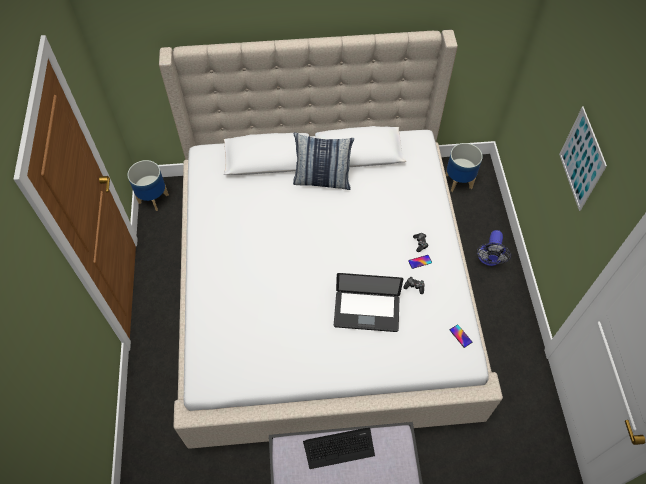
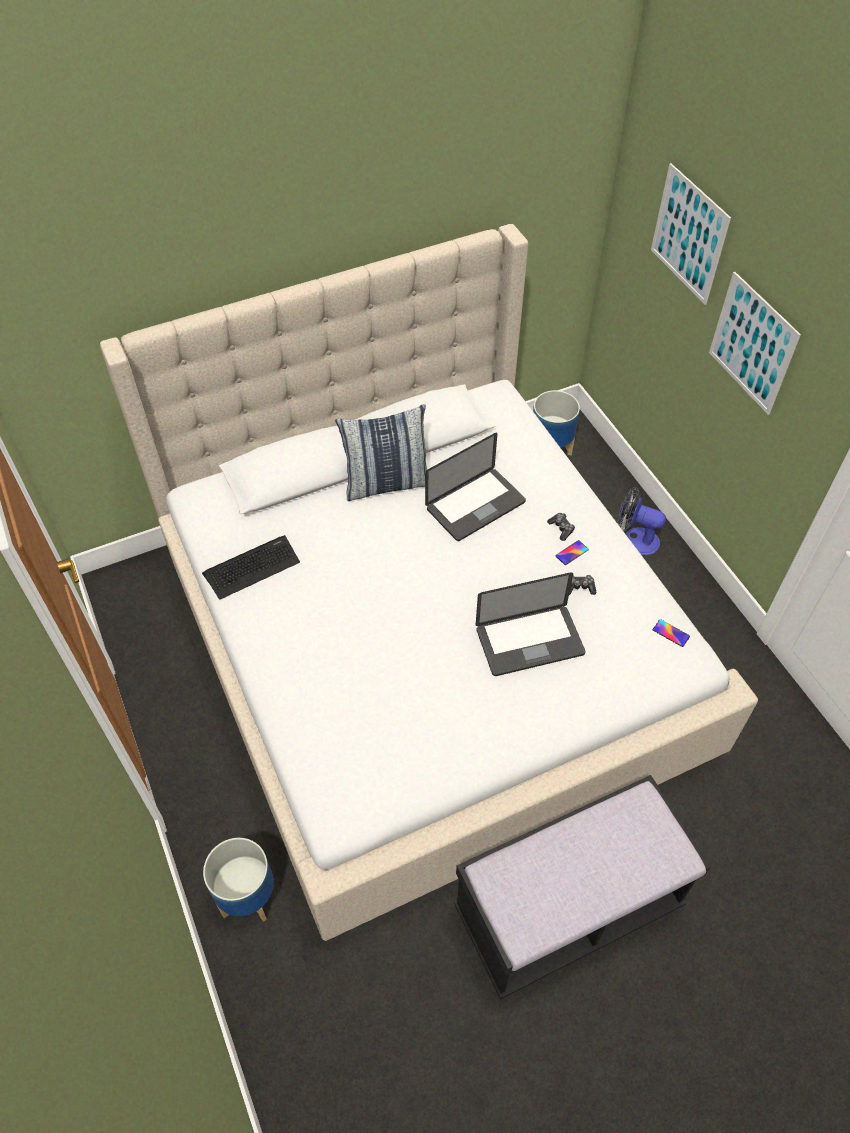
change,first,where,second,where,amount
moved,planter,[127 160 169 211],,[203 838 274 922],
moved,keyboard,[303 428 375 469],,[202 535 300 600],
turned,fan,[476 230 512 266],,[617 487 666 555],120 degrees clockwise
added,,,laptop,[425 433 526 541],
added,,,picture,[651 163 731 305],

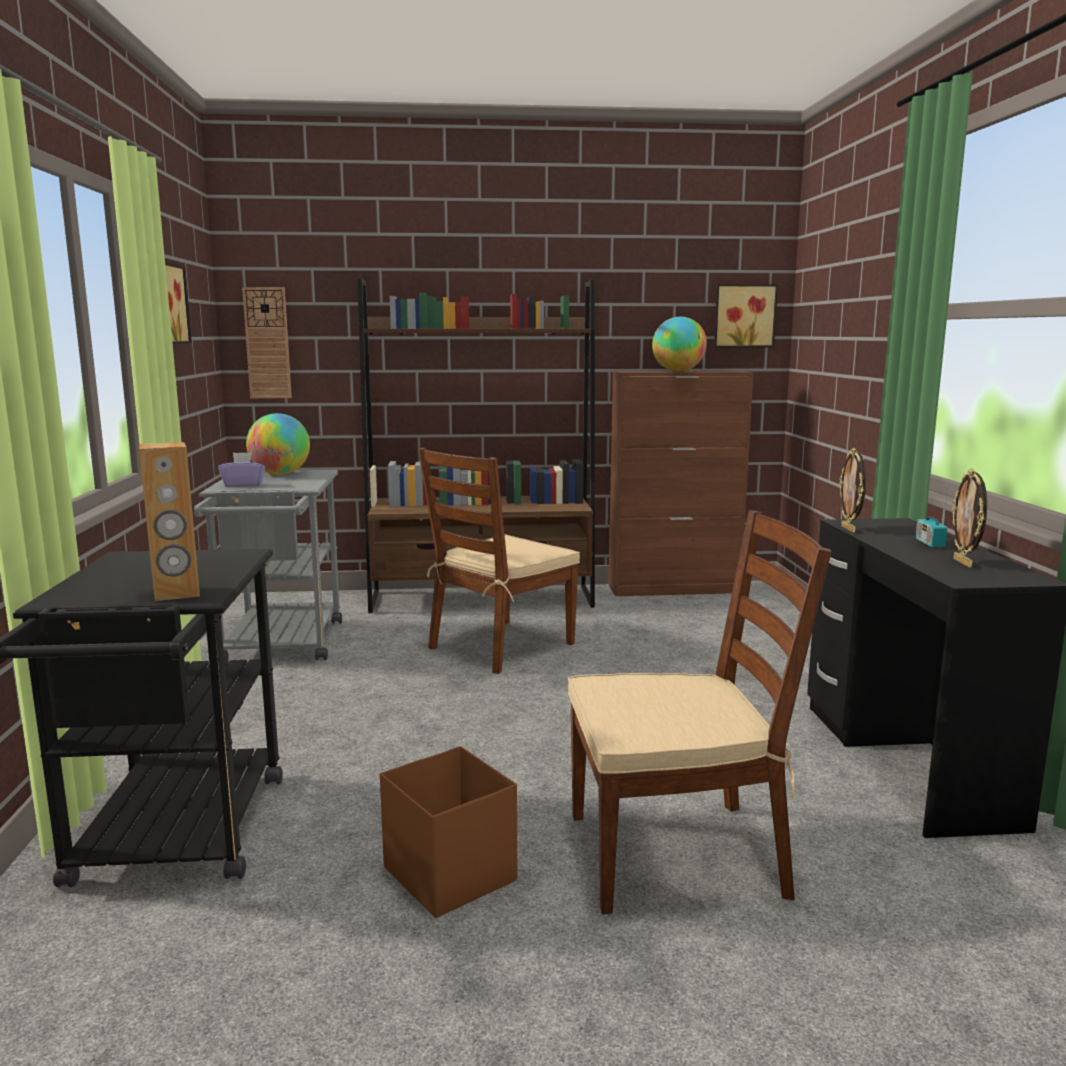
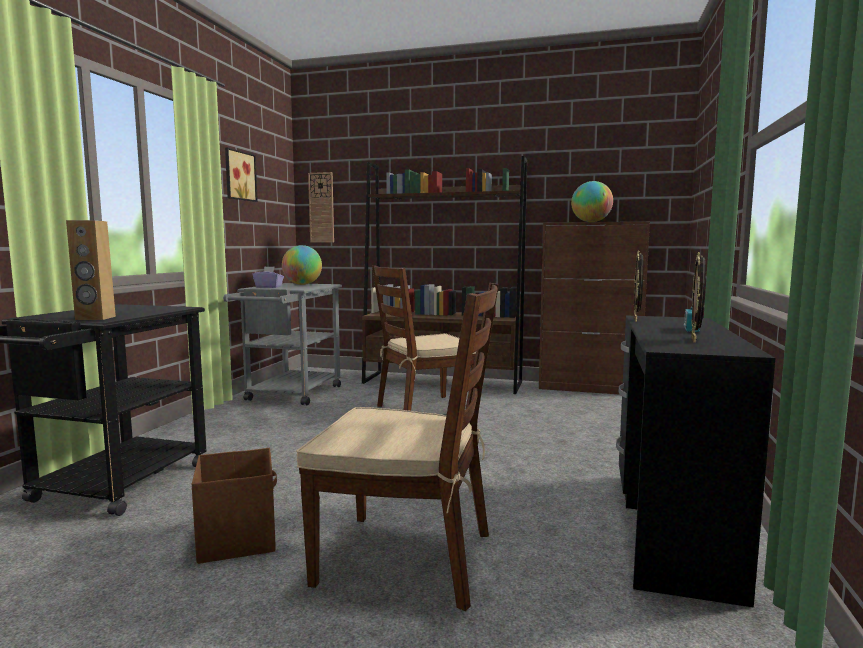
change,first,where,second,where,amount
removed,picture,[714 284 778 347],,,

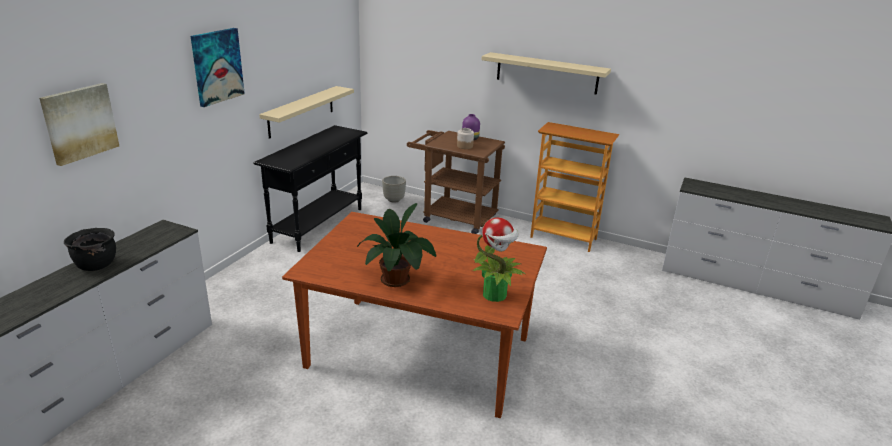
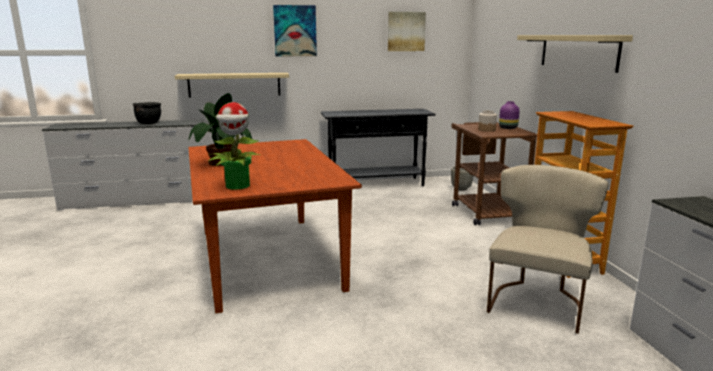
change,first,where,second,where,amount
moved,picture,[39 83 119 166],,[388 12 426 51],
moved,beige shelf,[259 86 354 139],,[175 73 289 98],
added,,,beige chair,[487 165 609 334],

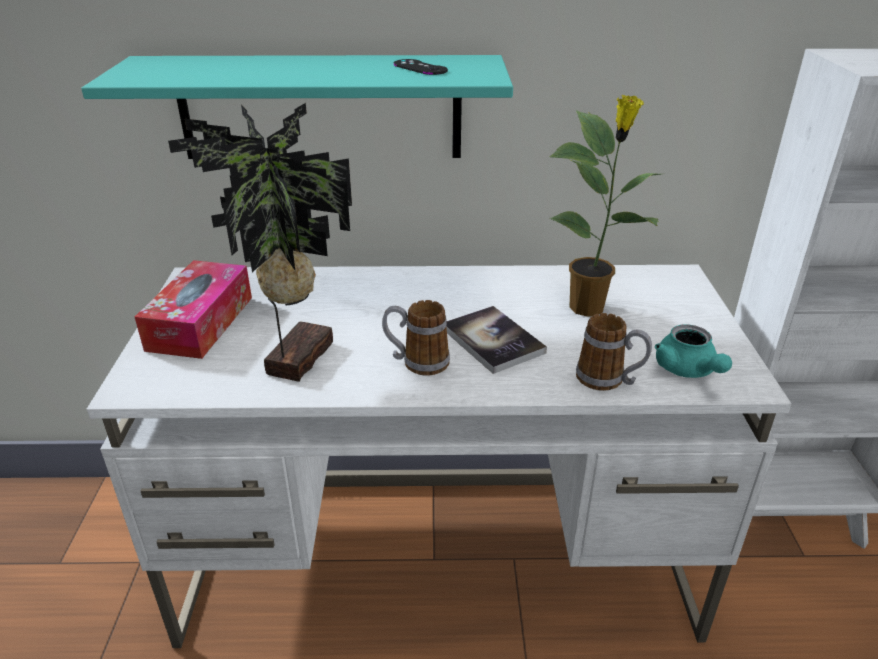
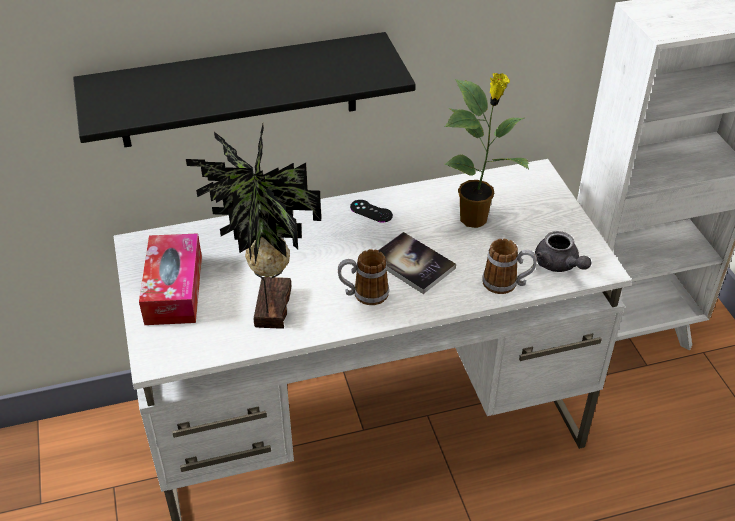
change,first,where,second,where,amount
recoloured,turquoise shelf,[81 55 513 159],black shelf,[73 32 416 147],
moved,black game controller,[394 59 448 75],,[350 200 393 223],
recoloured,turquoise teapot,[655 324 732 378],grey teapot,[535 231 591 272],

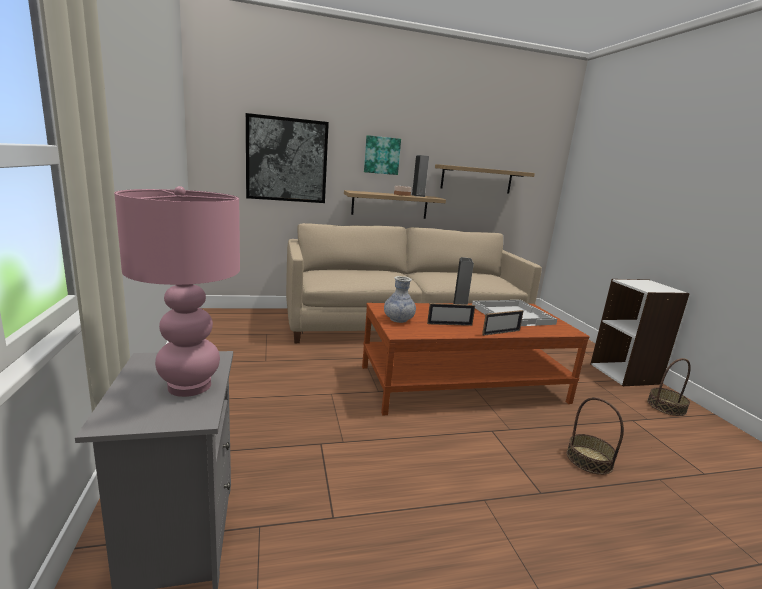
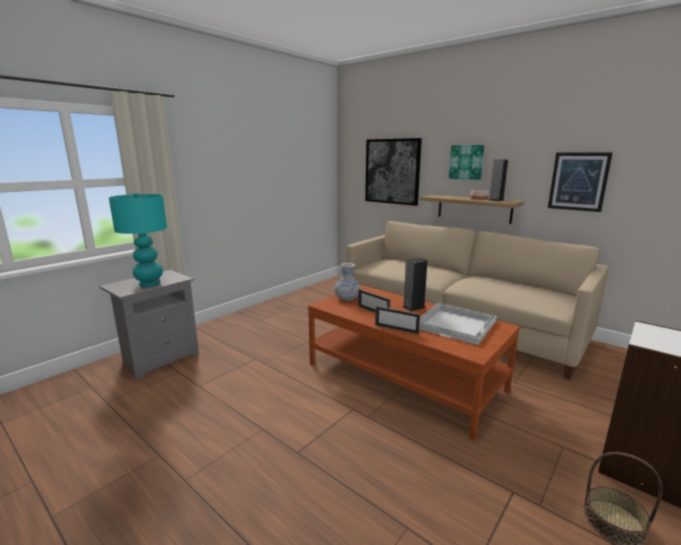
change,first,where,second,where,amount
recoloured,pink table lamp,[114 186 240 397],turquoise table lamp,[109 193 167 287],
replaced,shelf,[435 164 535 194],picture,[548 152 613 212],
removed,basket,[567 397 624 475],,,

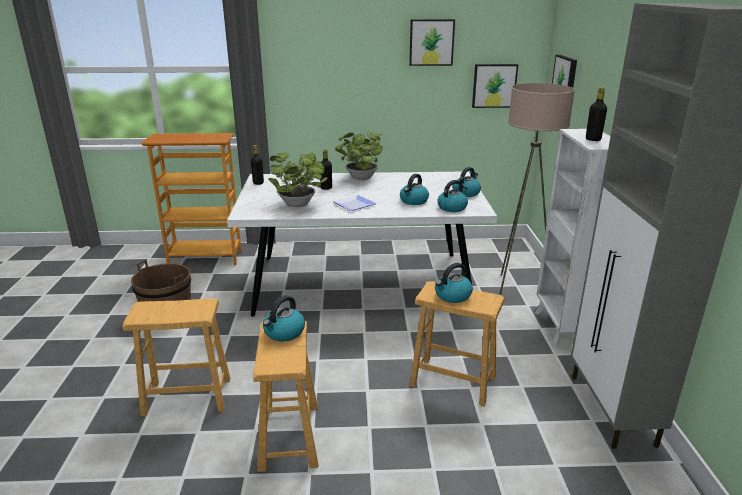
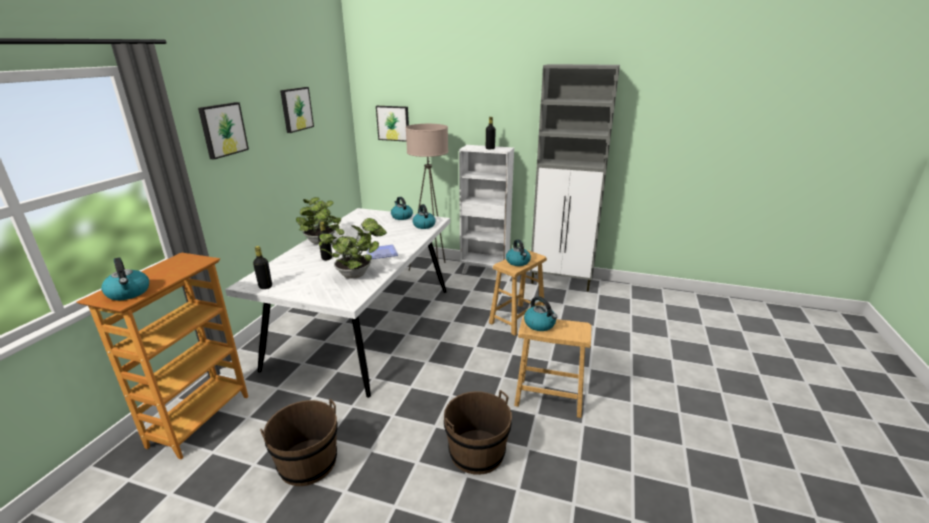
change,first,where,second,where,amount
replaced,brown stool,[123 298 230 417],brown bucket,[444 390 512 475],
moved,kettle,[400 174 429 205],,[101 257 149 300],
moved,picture,[472 64 518 108],,[198 102 249 159],

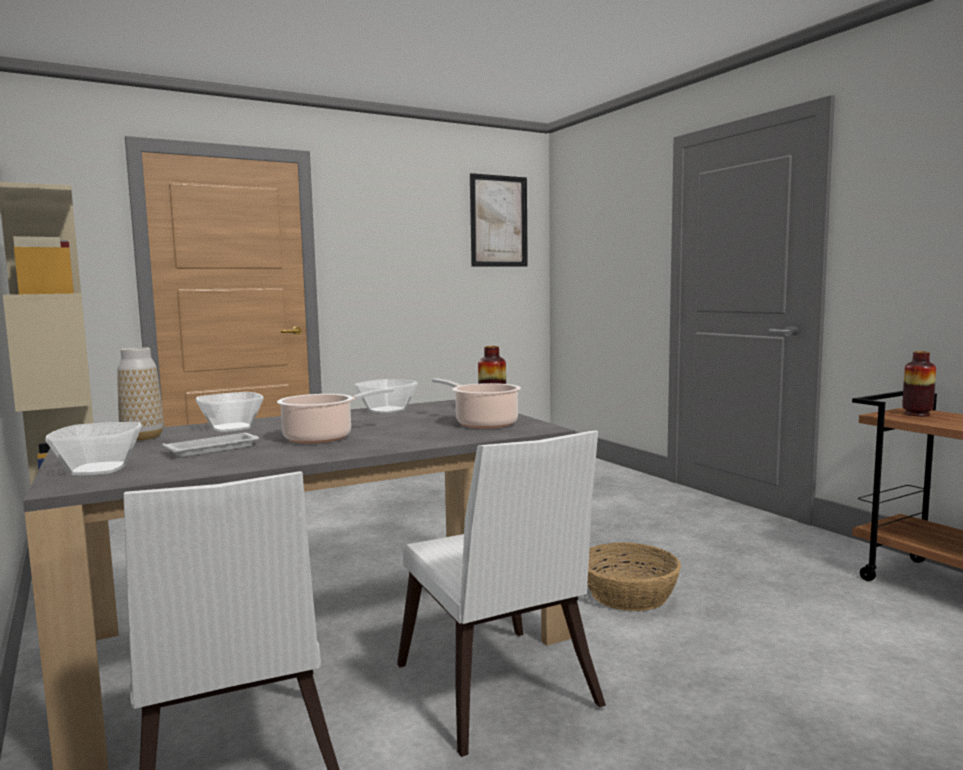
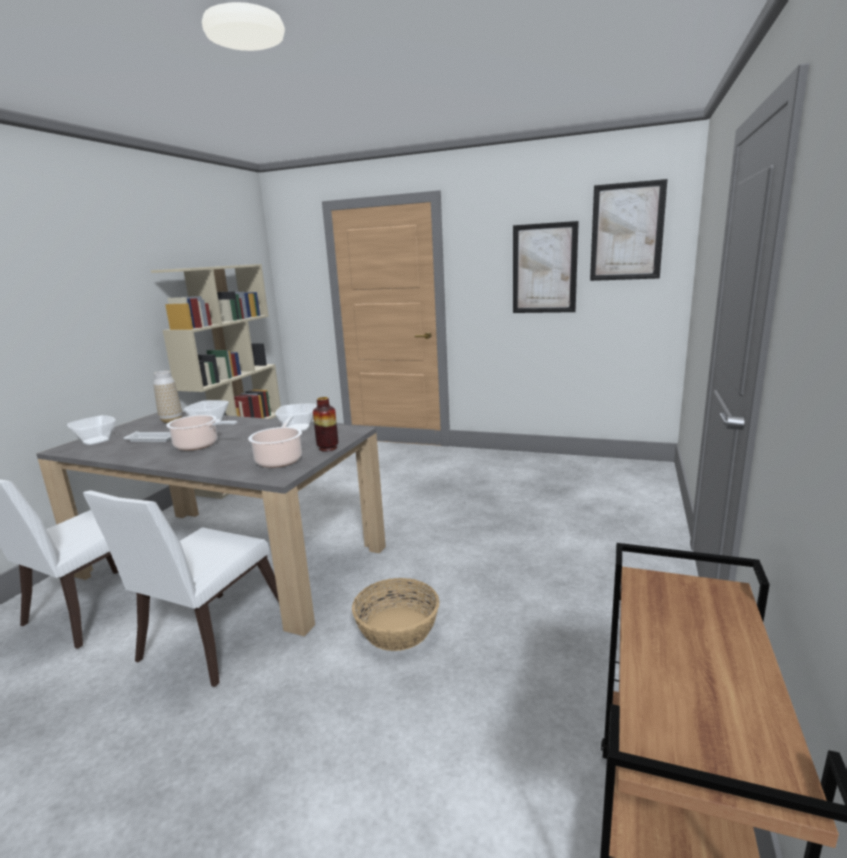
change,first,where,second,where,amount
removed,vase,[902 351 936 416],,,
added,,,picture,[513 221 579 313],

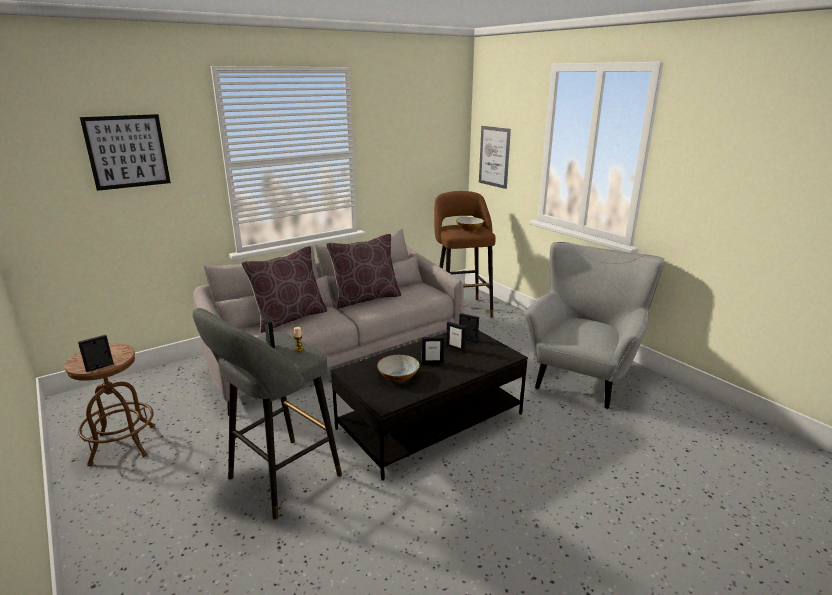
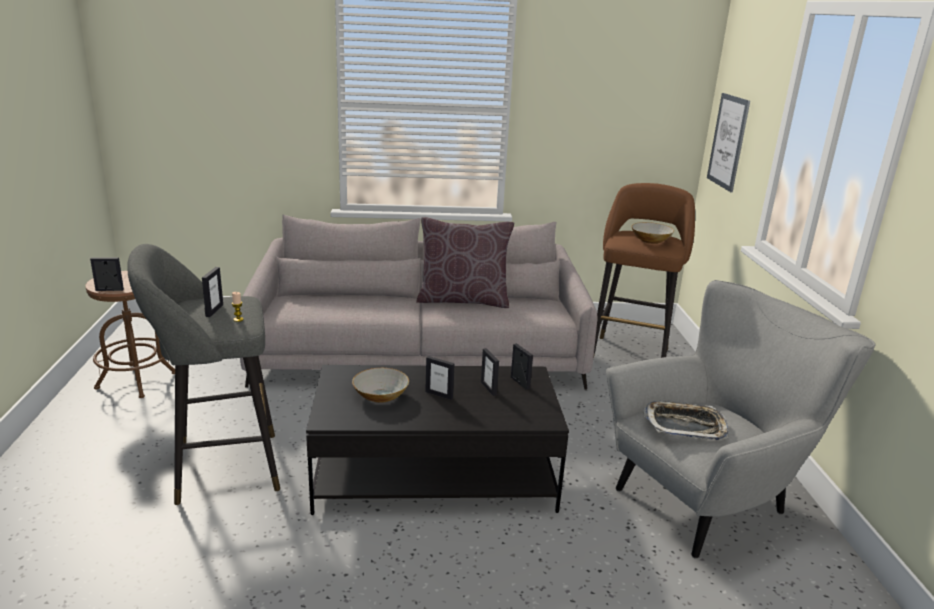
change,first,where,second,where,amount
removed,picture,[80 114 171 191],,,
removed,brown pillow,[242 246 327 333],,,
added,,,tray,[643 401 728 440],

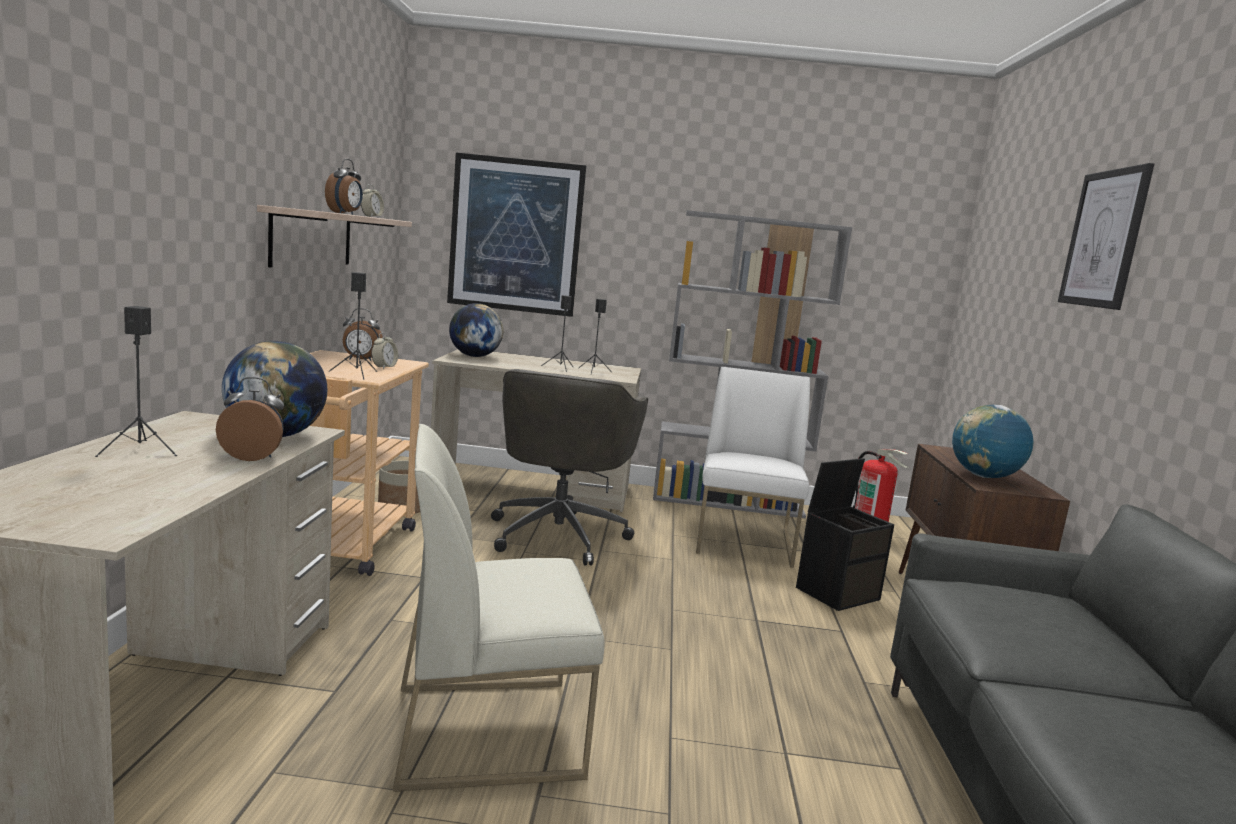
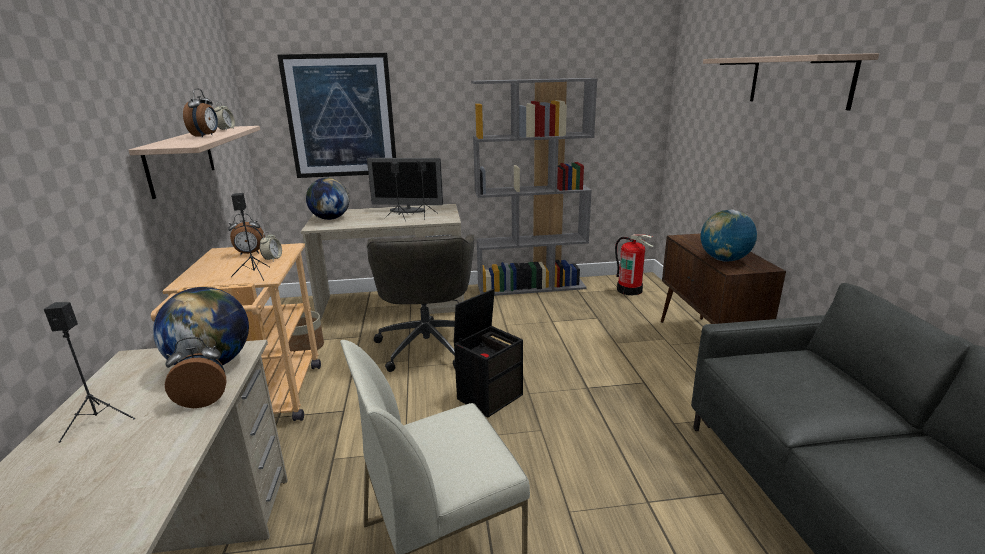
change,first,where,second,where,amount
removed,white chair,[696 367 810 568],,,
moved,black storage box,[796 458 894 611],,[454 289 523 418],
replaced,picture,[1058 163 1154 310],shelf,[703 53 879 110],
added,,,monitor,[367 158 443 213],

